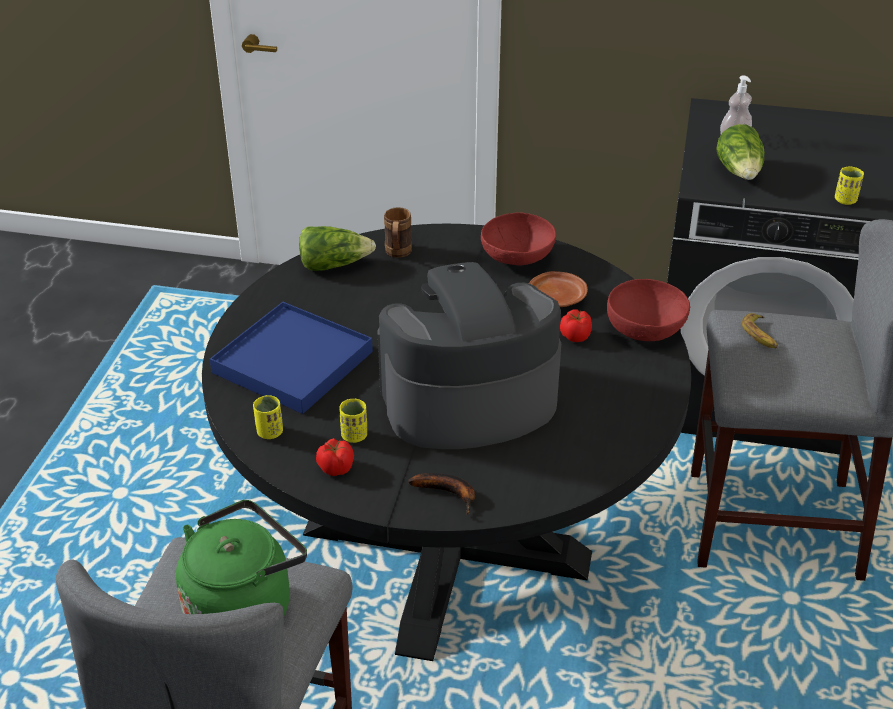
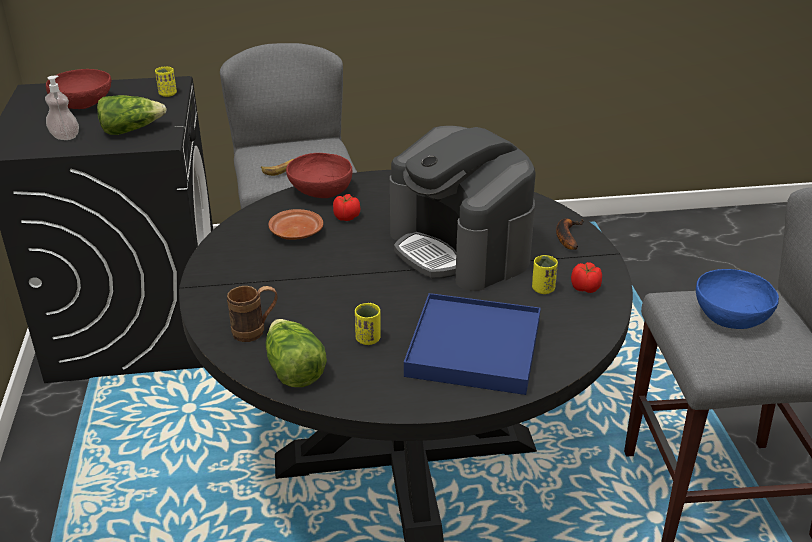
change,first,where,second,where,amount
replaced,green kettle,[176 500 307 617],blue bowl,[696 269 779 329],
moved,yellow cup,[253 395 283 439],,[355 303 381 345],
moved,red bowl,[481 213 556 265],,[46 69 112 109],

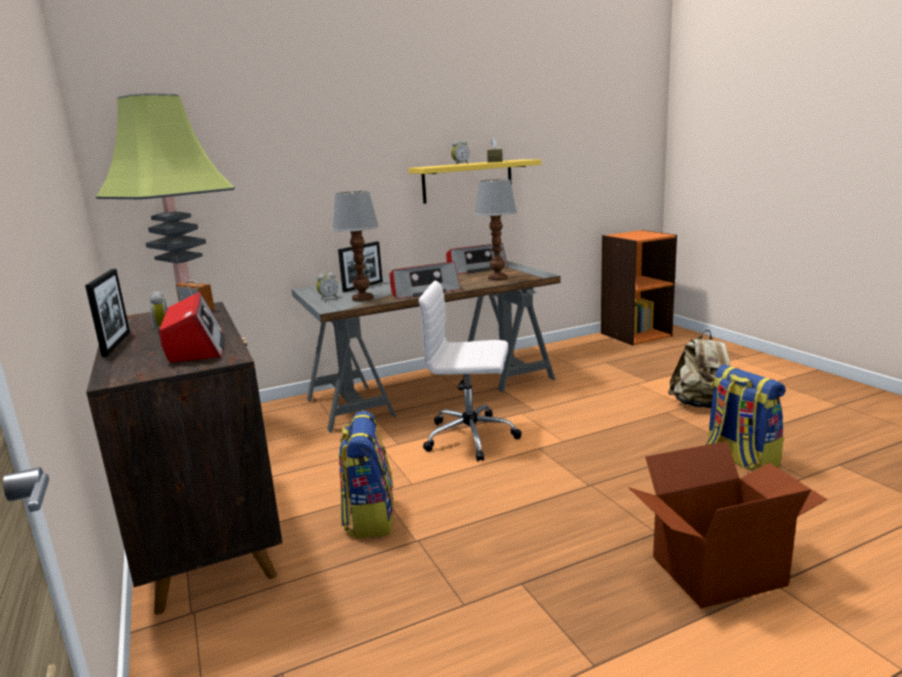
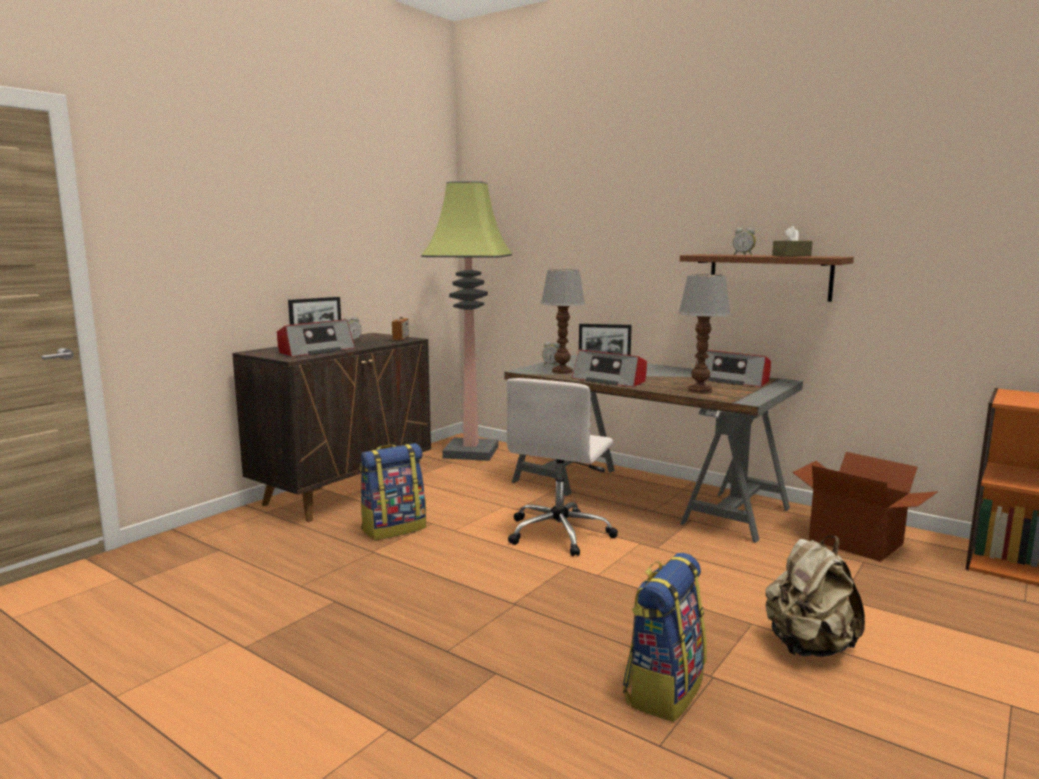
change,first,where,second,where,amount
recoloured,yellow shelf,[408 159 541 204],brown shelf,[680 254 854 302],
turned,white office chair,[419 280 522 462],,[506 378 618 556],135 degrees counterclockwise
moved,cardboard box,[628 441 827 609],,[792 452 938 562],

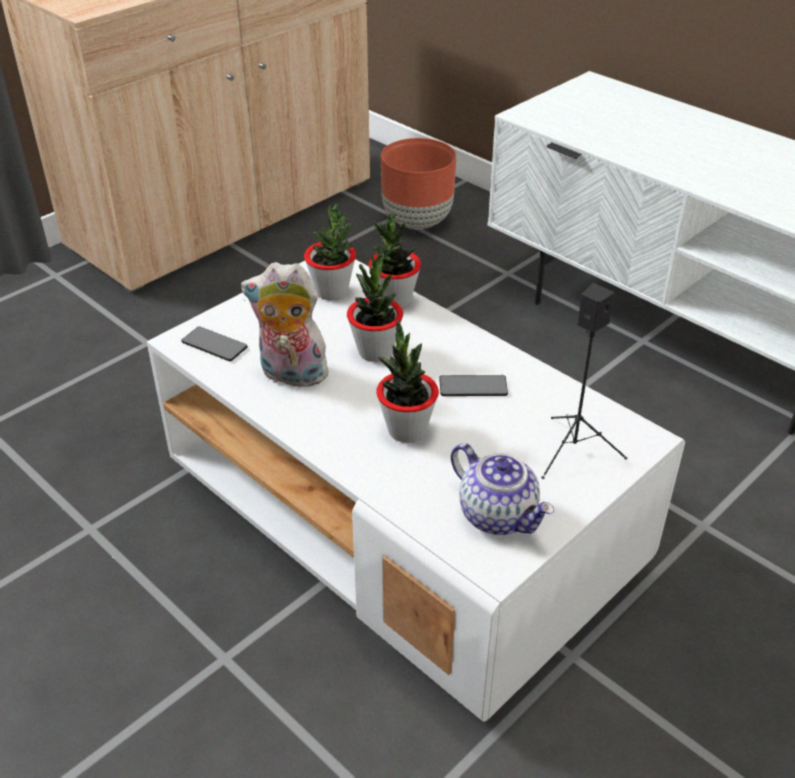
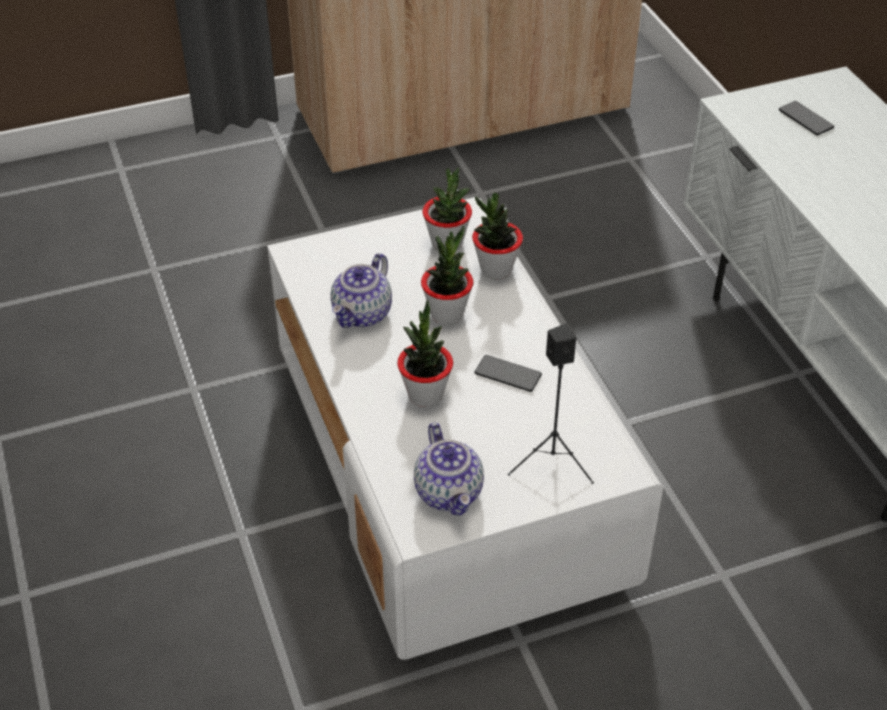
change,first,where,second,where,amount
moved,phone,[181 326 248 361],,[779 101 834 135],
replaced,plush toy,[241 262 332 391],teapot,[331 253 392 328],
removed,brown planter,[381 138 456 229],,,

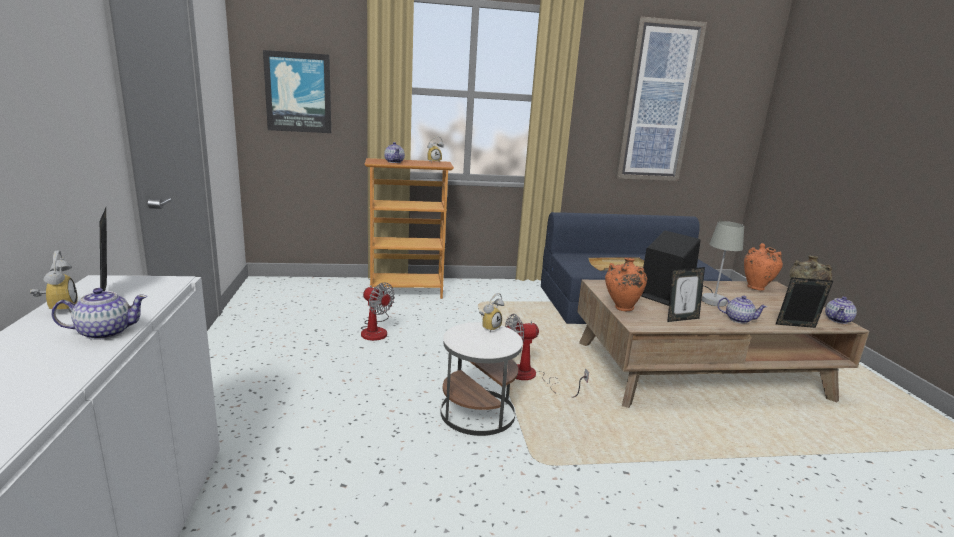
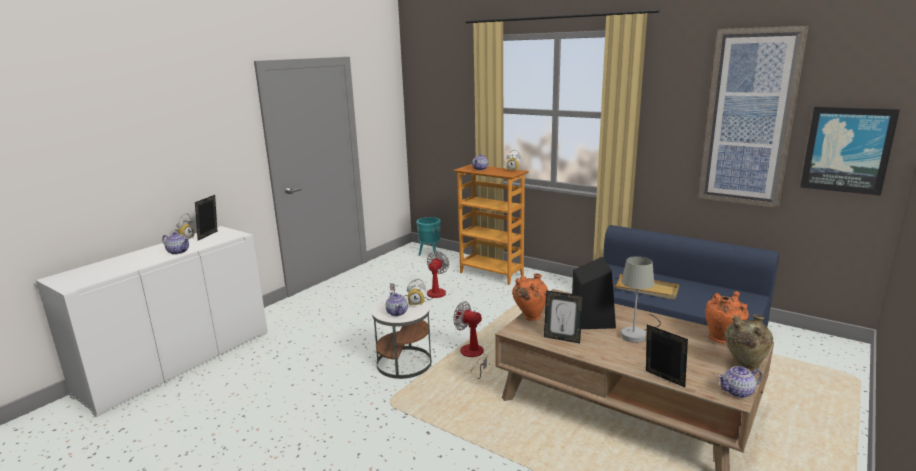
change,first,where,second,where,amount
moved,picture,[263 50 331 133],,[800 107 900 196],
turned,fan,[361 283 395 341],,[390 251 449 300],150 degrees counterclockwise
moved,teapot,[718 296 767 323],,[385 292 408 316],
added,,,turquoise planter,[416 217 441 256],

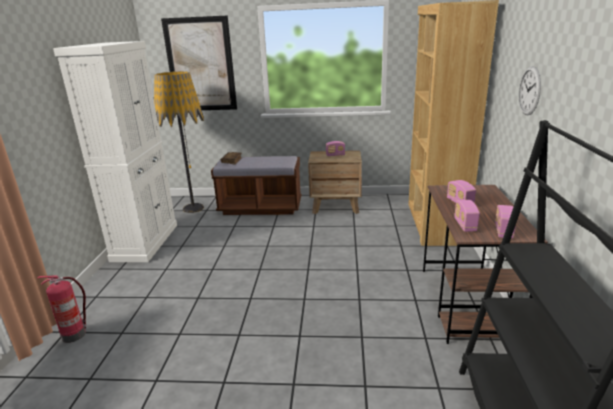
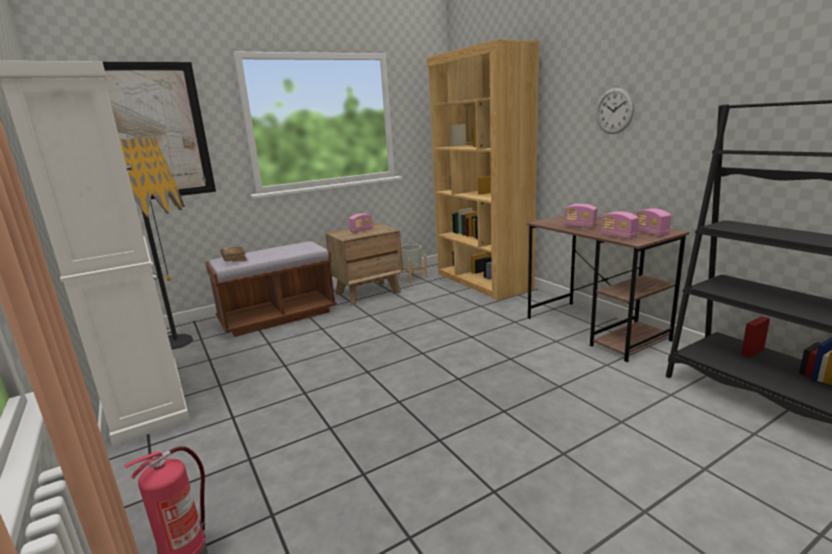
change,first,where,second,where,amount
added,,,grey planter,[397 244 427 283],

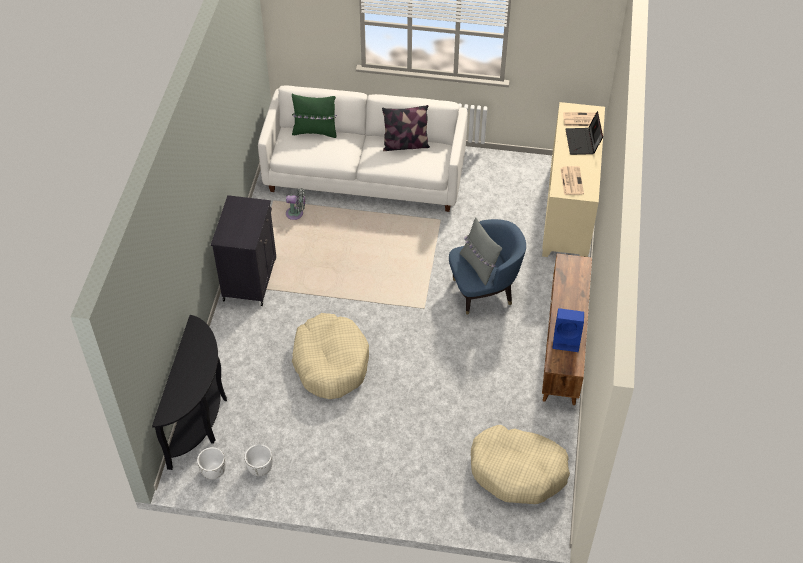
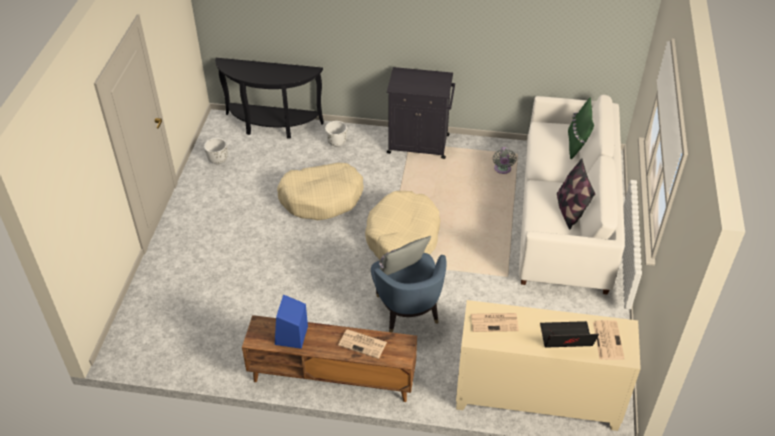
change,first,where,second,where,amount
moved,white planter,[197 447 226 479],,[325 121 347 147],
moved,beige dog bed,[471 425 570 504],,[365 191 441 260],
added,,,newspaper,[338 329 387 359],

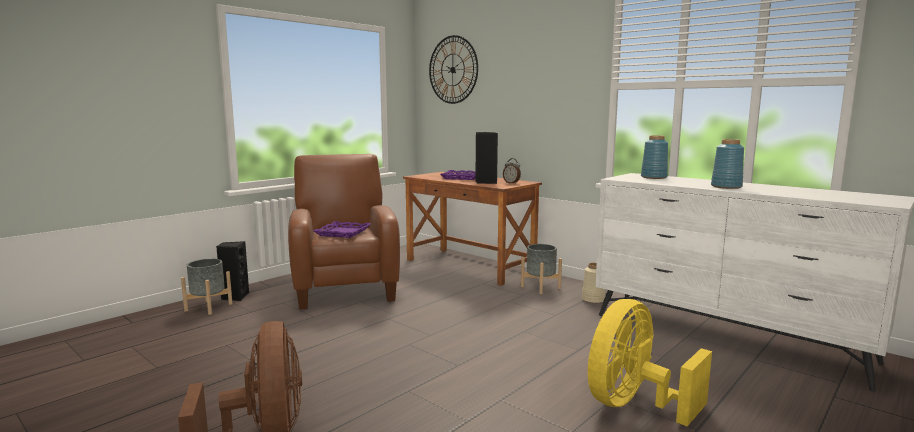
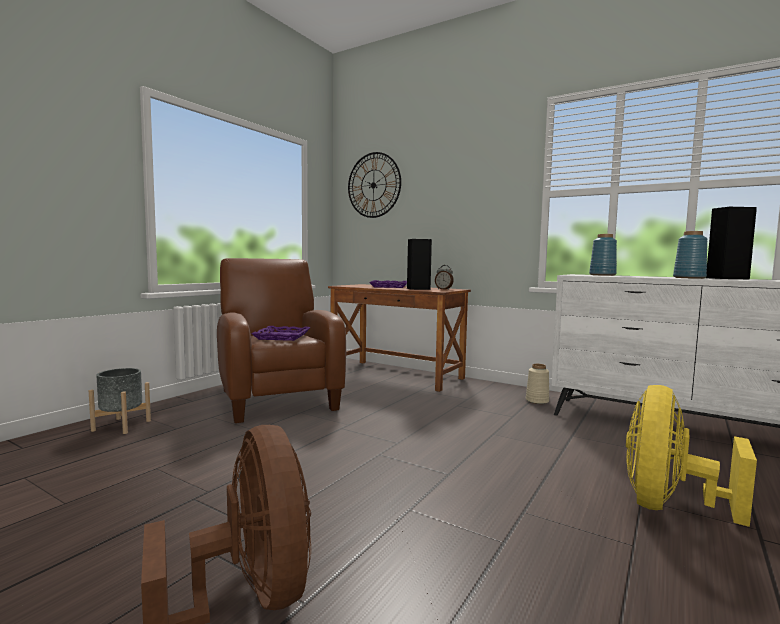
change,first,where,second,where,amount
moved,black speaker,[216 241 249 301],,[706 207 757 279],
removed,grey planter,[521 244 562 294],,,

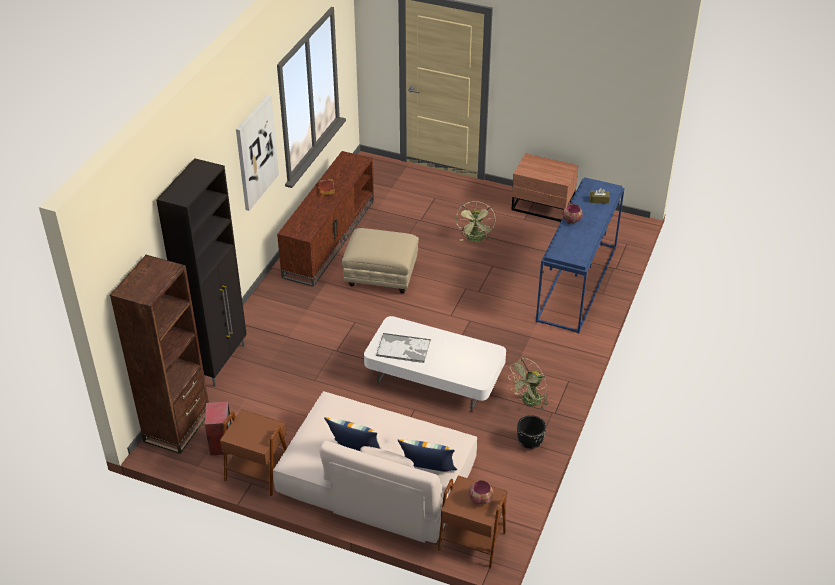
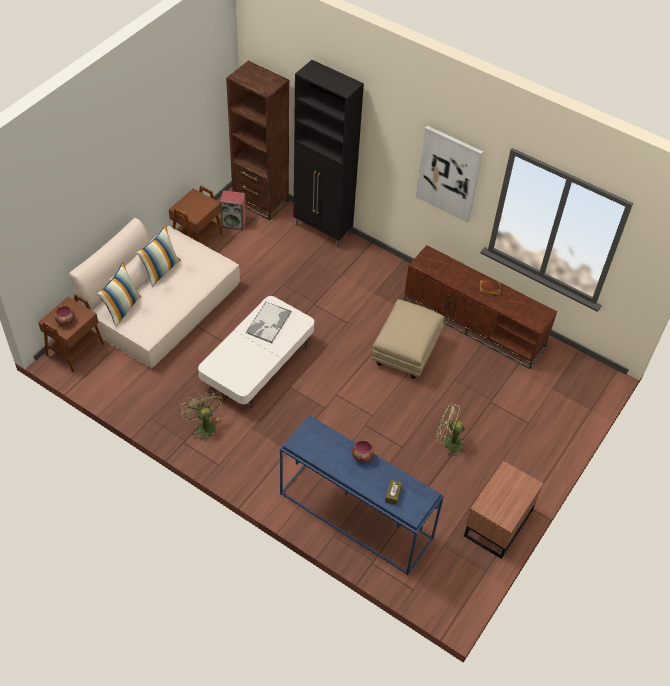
change,first,where,second,where,amount
removed,black planter,[517 415 546 449],,,

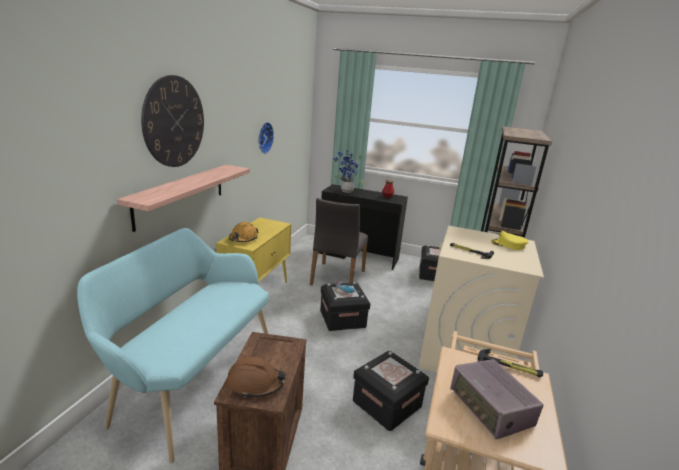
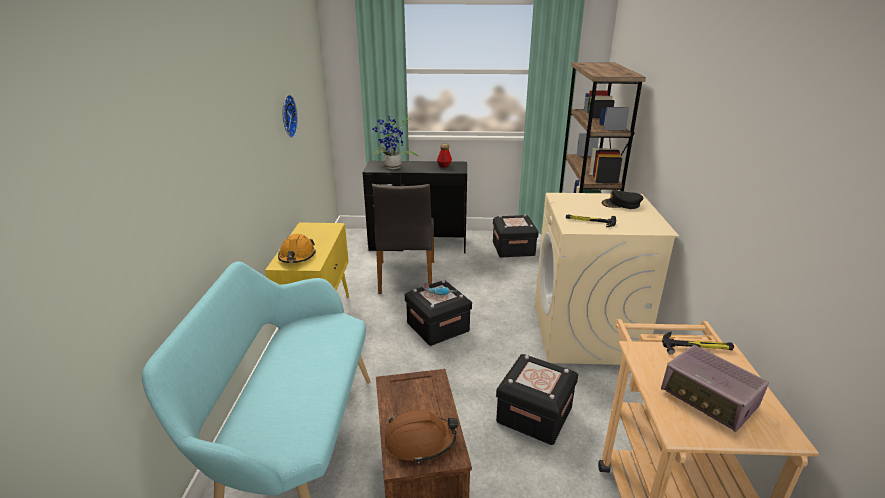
change,first,where,second,where,amount
removed,shelf,[117 165 250 232],,,
removed,wall clock,[141 75 204 167],,,
recoloured,yellow cap,[491 231 528 250],black cap,[601 190 643 209],

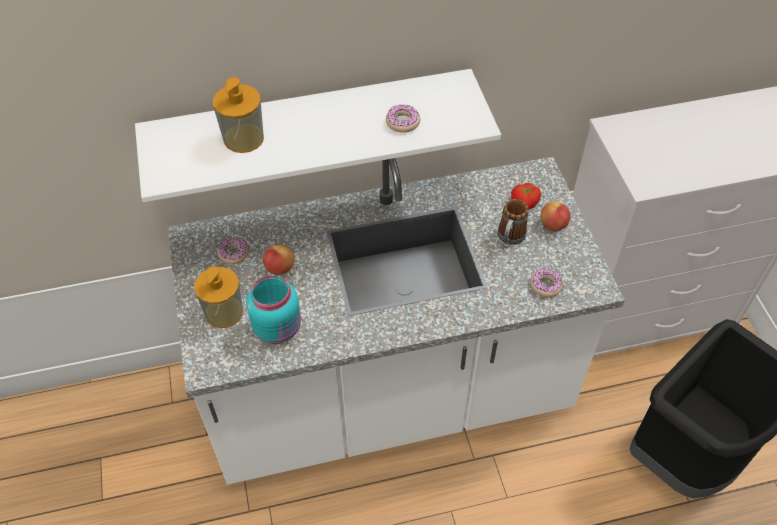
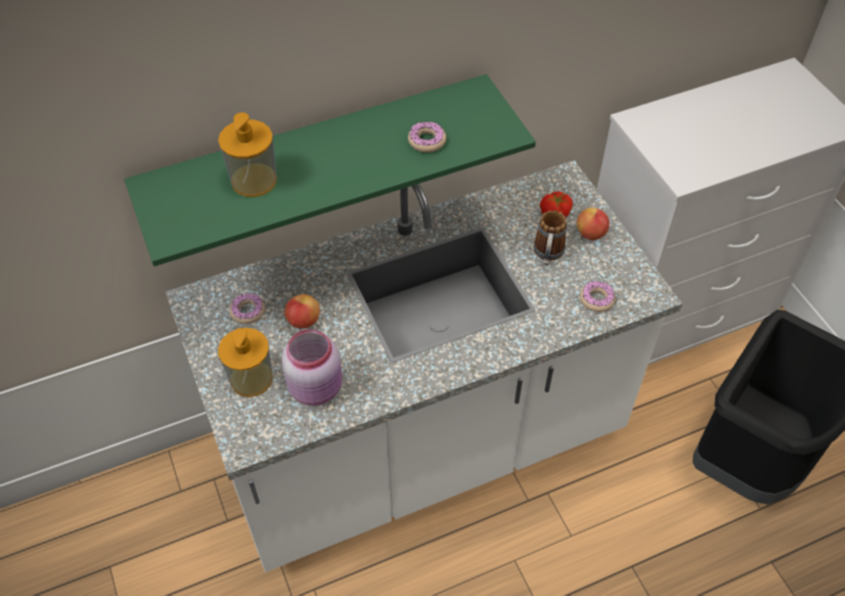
change,first,where,second,where,amount
recoloured,white shelf,[135 69 501 202],green shelf,[124 74 536 266],
recoloured,turquoise jar,[246 275 301 344],pink jar,[282 329 342 406],

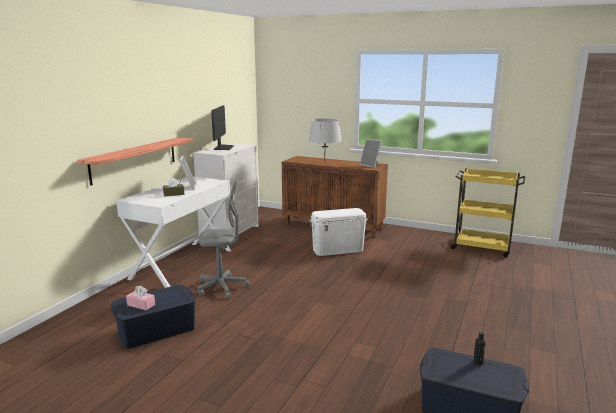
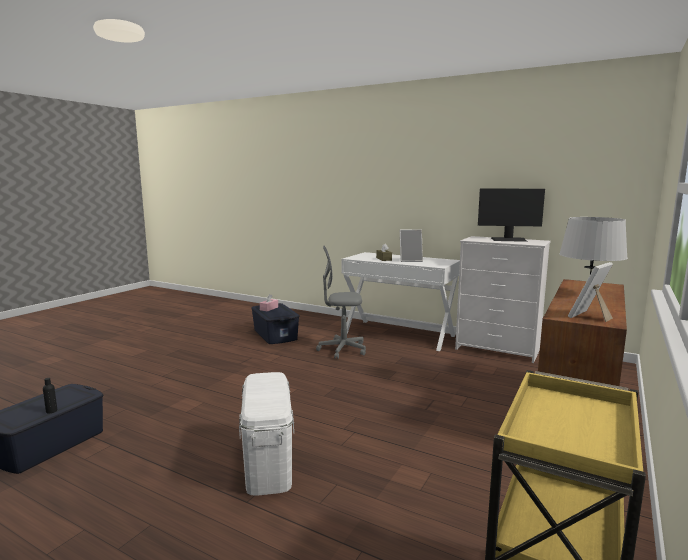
change,first,where,second,where,amount
removed,shelf,[78 138 194 186],,,
turned,grey office chair,[198 182 249 299],,[316 245 366 359],90 degrees clockwise
moved,white storage box,[310 208 368 256],,[239 372 294 495],

